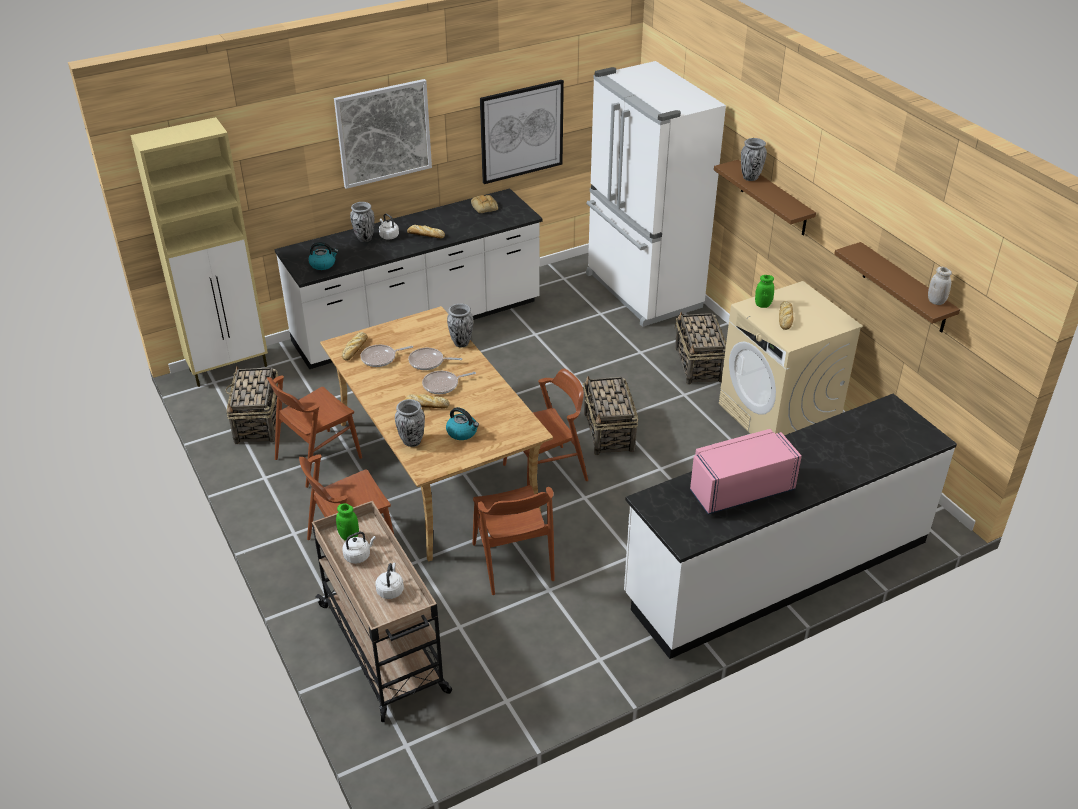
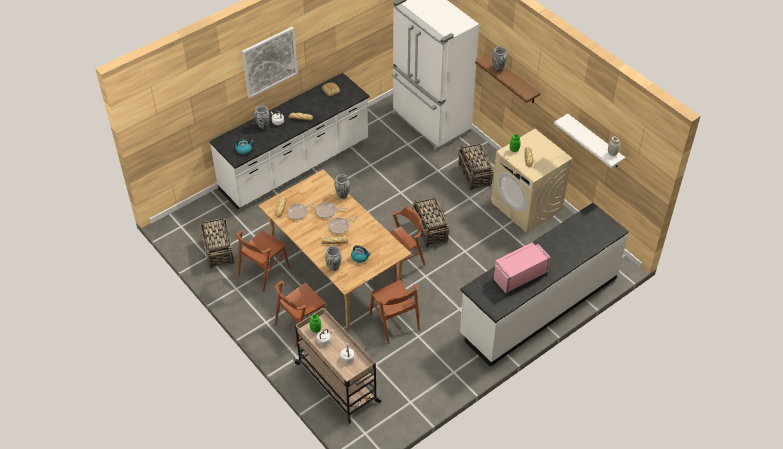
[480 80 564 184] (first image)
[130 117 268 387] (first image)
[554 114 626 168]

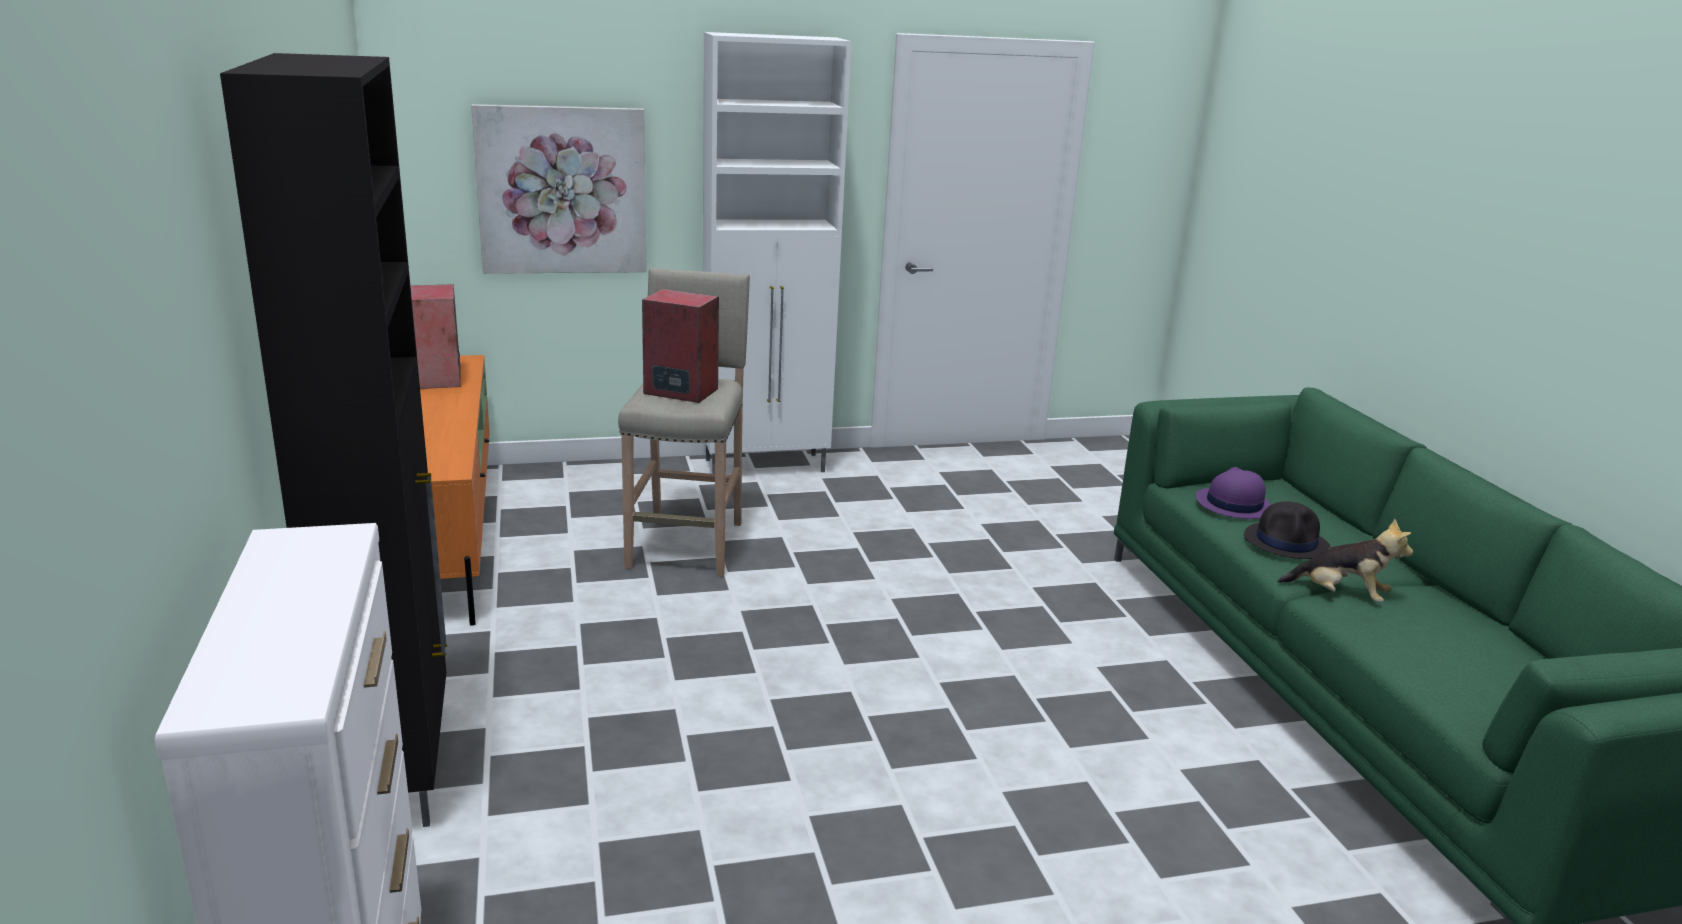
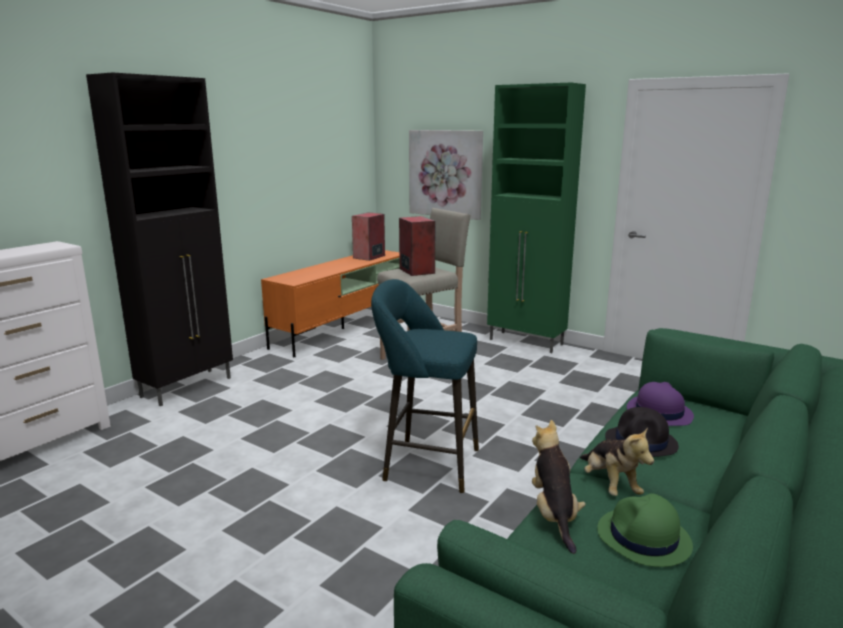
[487 82 586 353]
[371 279 479 493]
[532 420 586 554]
[597 493 693 567]

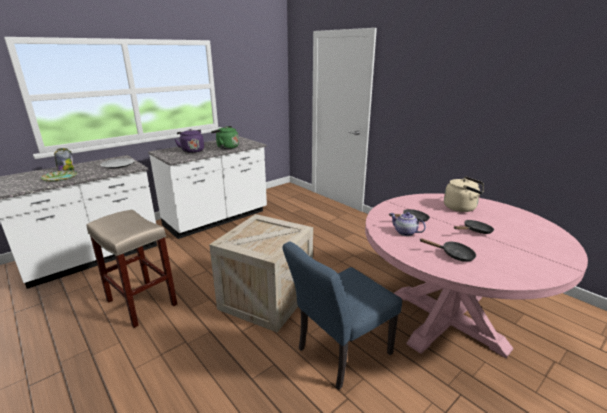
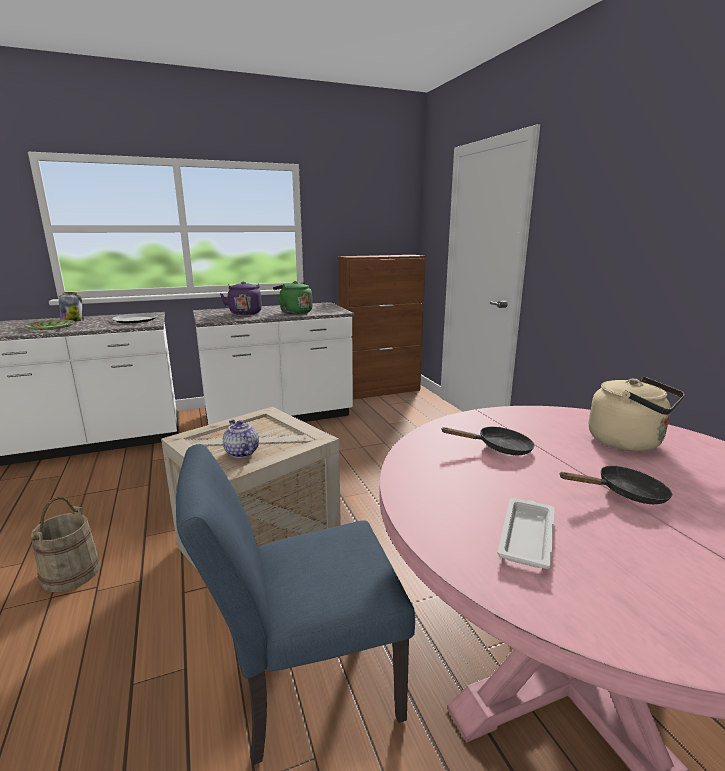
[87 210 177 328] (first image)
[223 419 259 458]
[497 498 555 569]
[338 255 426 399]
[31 496 100 592]

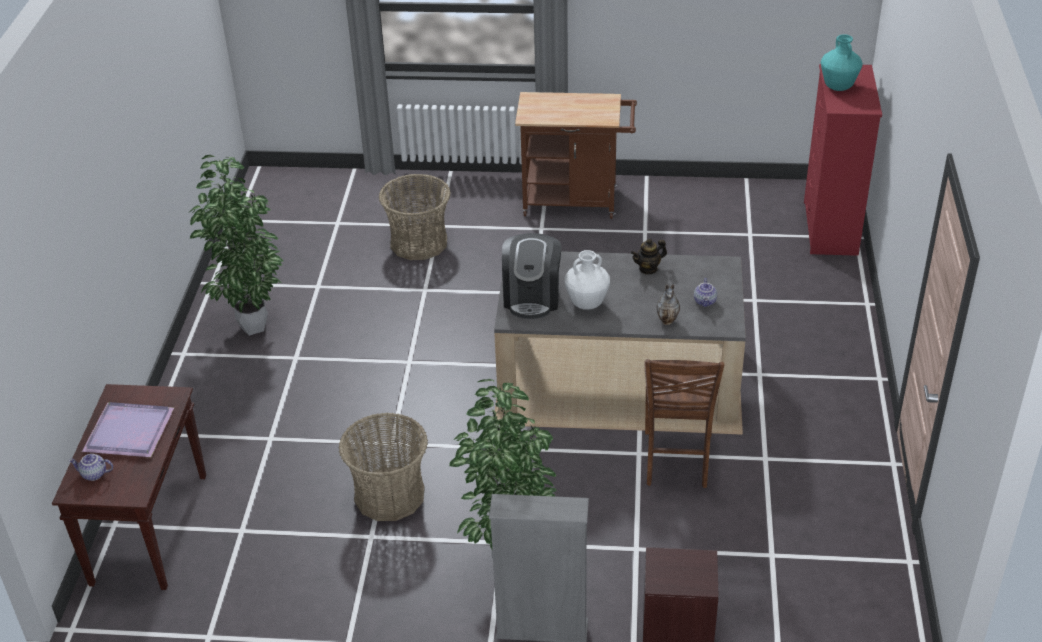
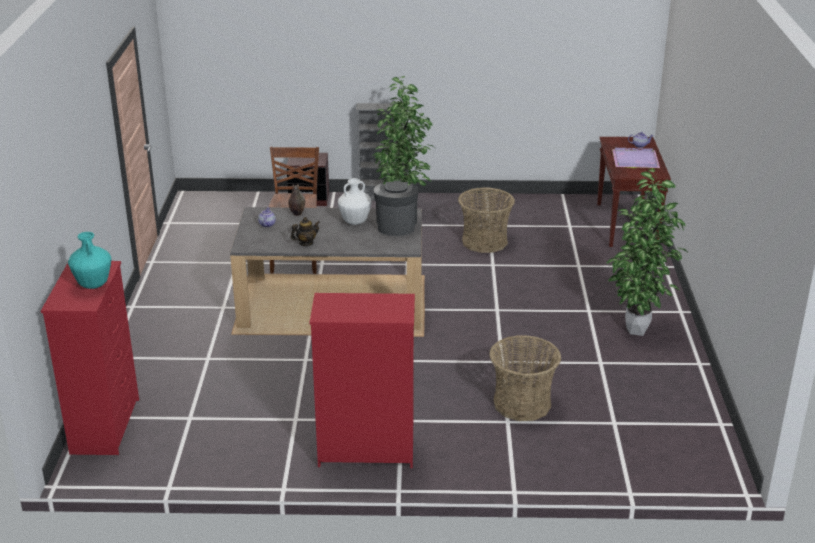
[310 293 415 468]

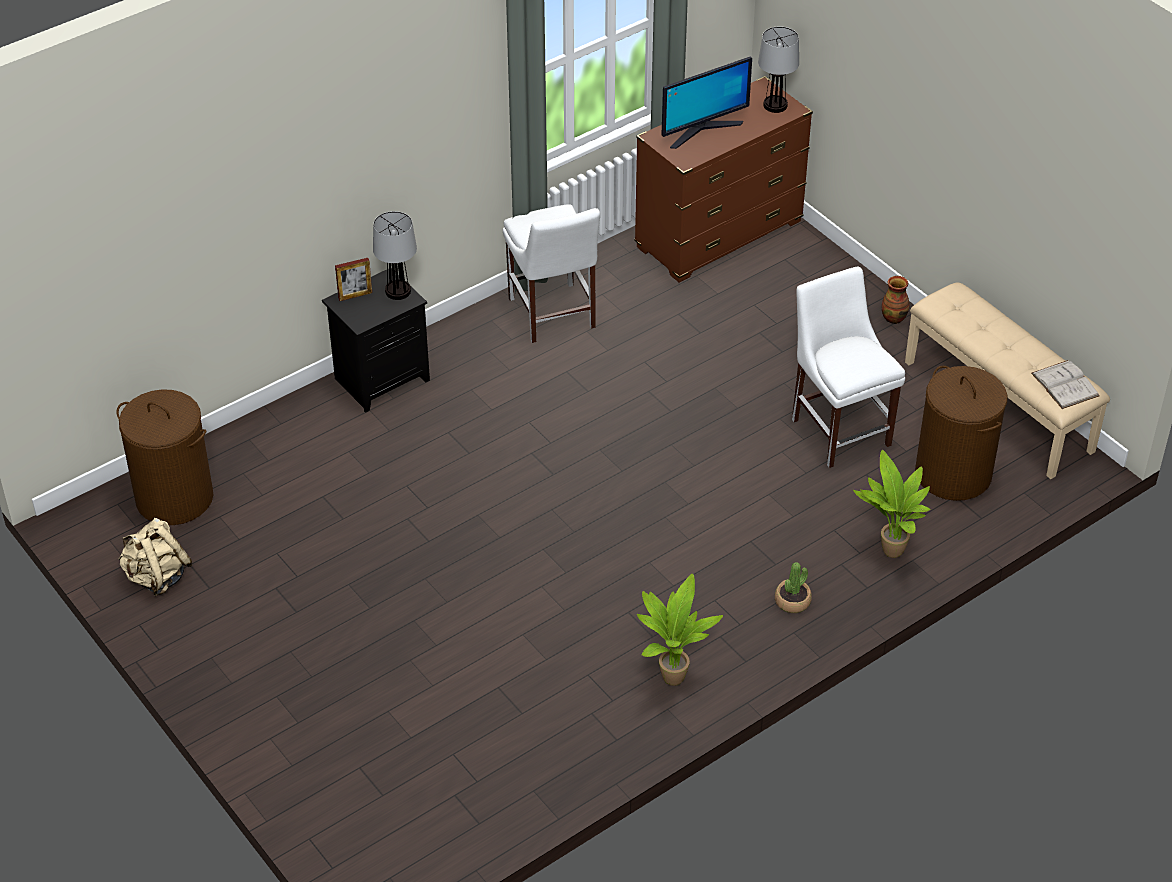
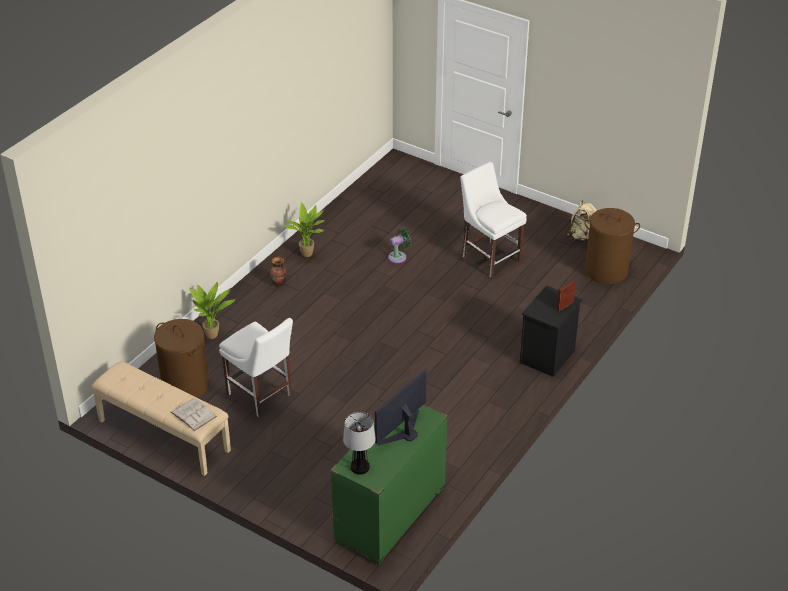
[330 405 448 565]
[460 162 527 278]
[373 211 417 300] (first image)
[270 257 287 287]
[171 398 217 431]
[775 562 812 613] (first image)
[388 227 412 263]

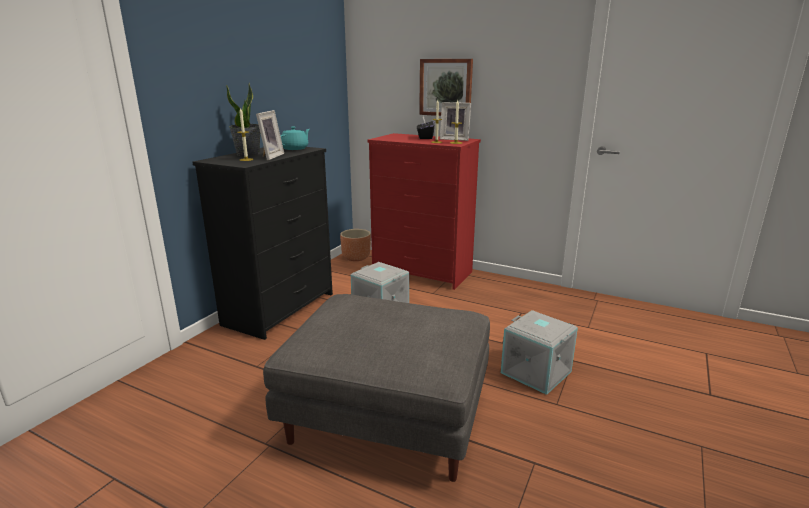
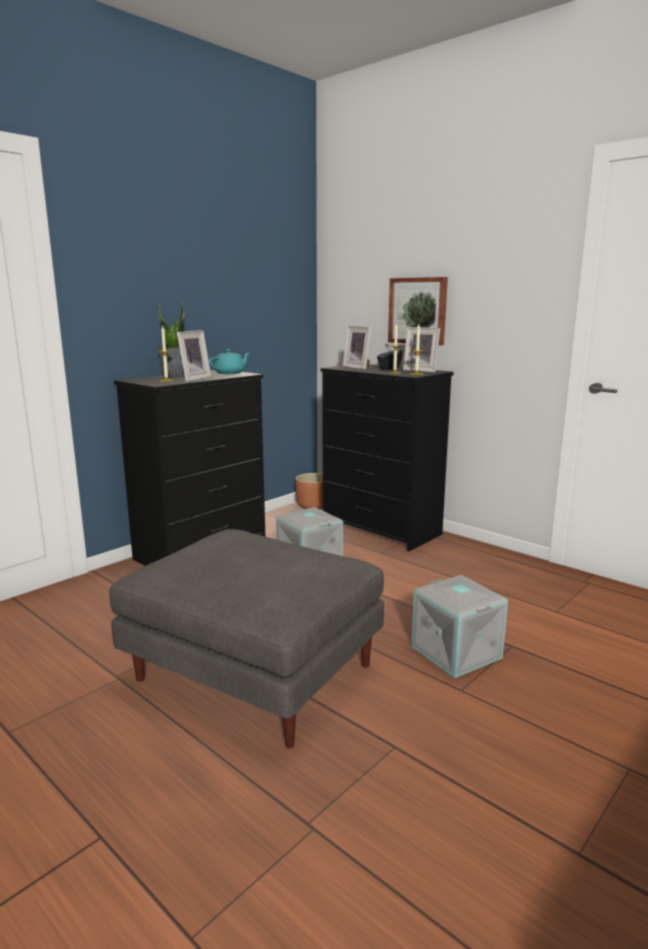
[321 364 454 551]
[343 326 371 370]

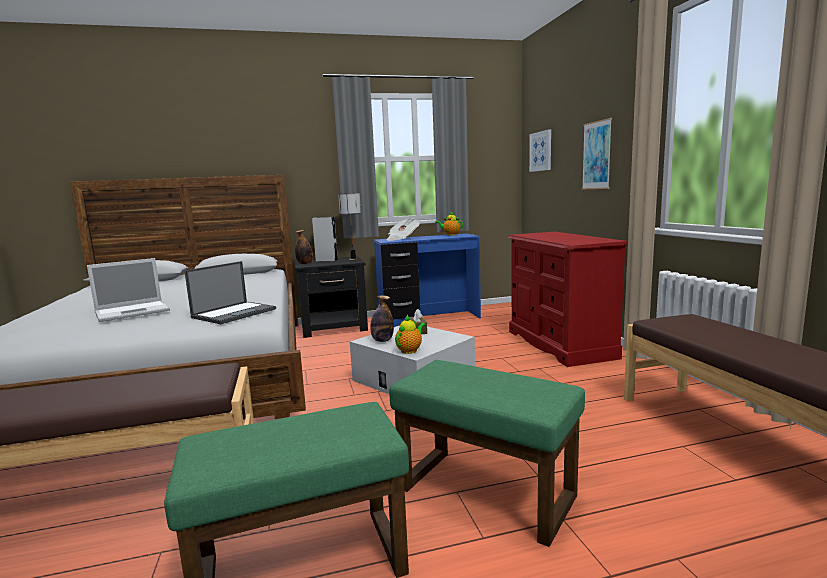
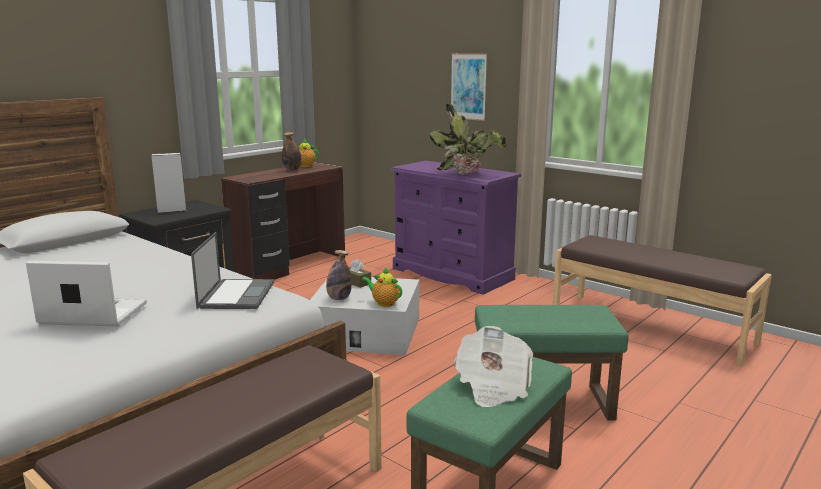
[529 129 551 172] (first image)
[338 193 361 260] (first image)
[454 326 533 407]
[282 132 301 171]
[390 161 521 295]
[221 162 345 280]
[26 261 147 326]
[362 268 402 307]
[430 103 507 175]

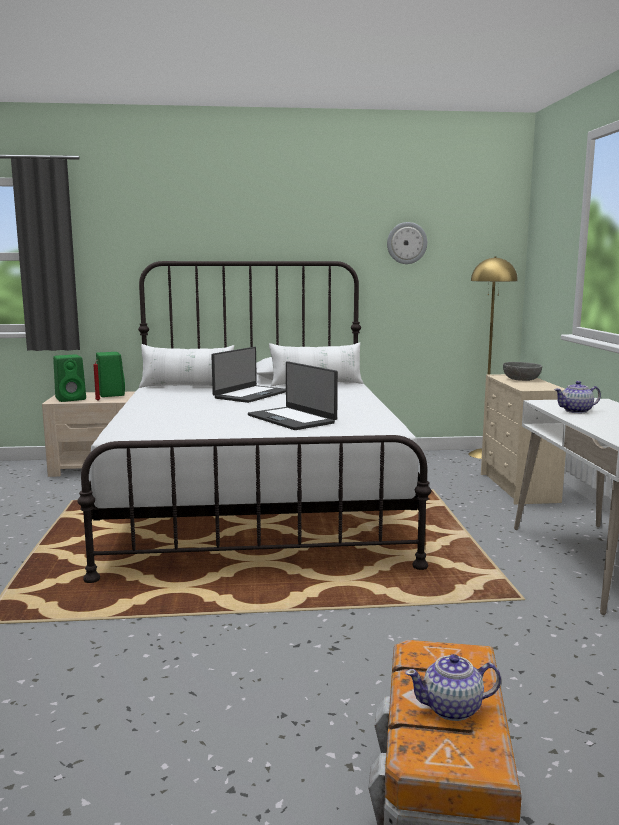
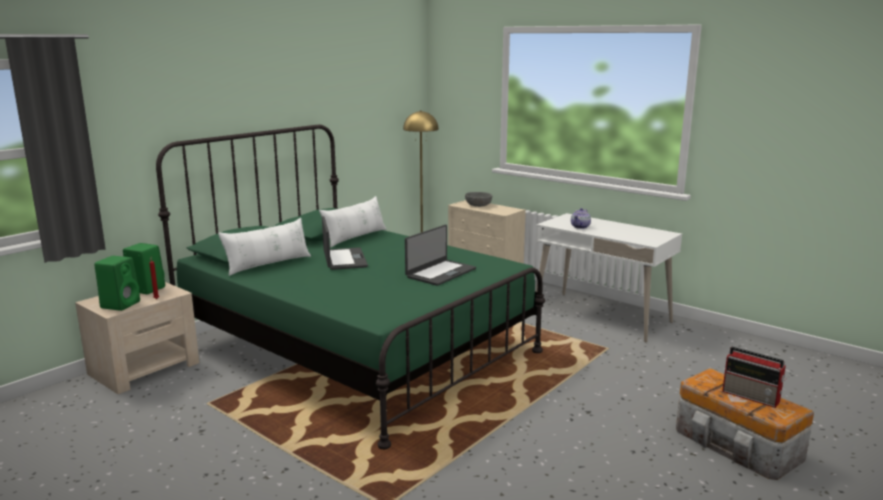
[387 222 427 264] (first image)
[156 125 545 449]
[405 225 476 286]
[722 347 786 408]

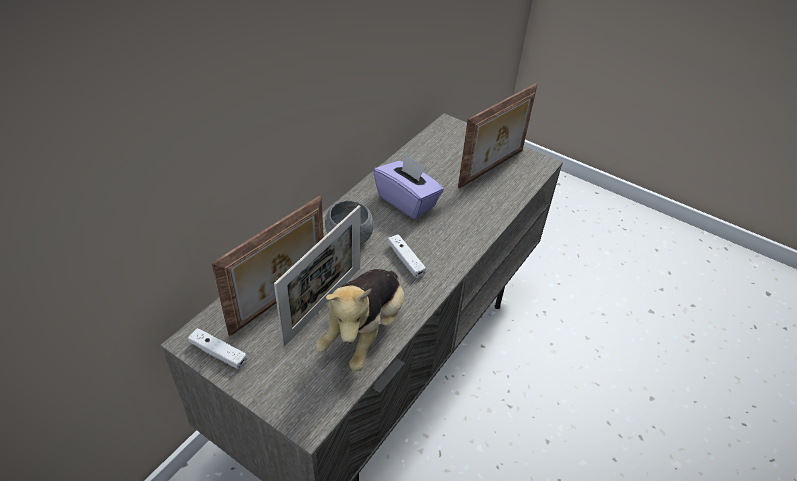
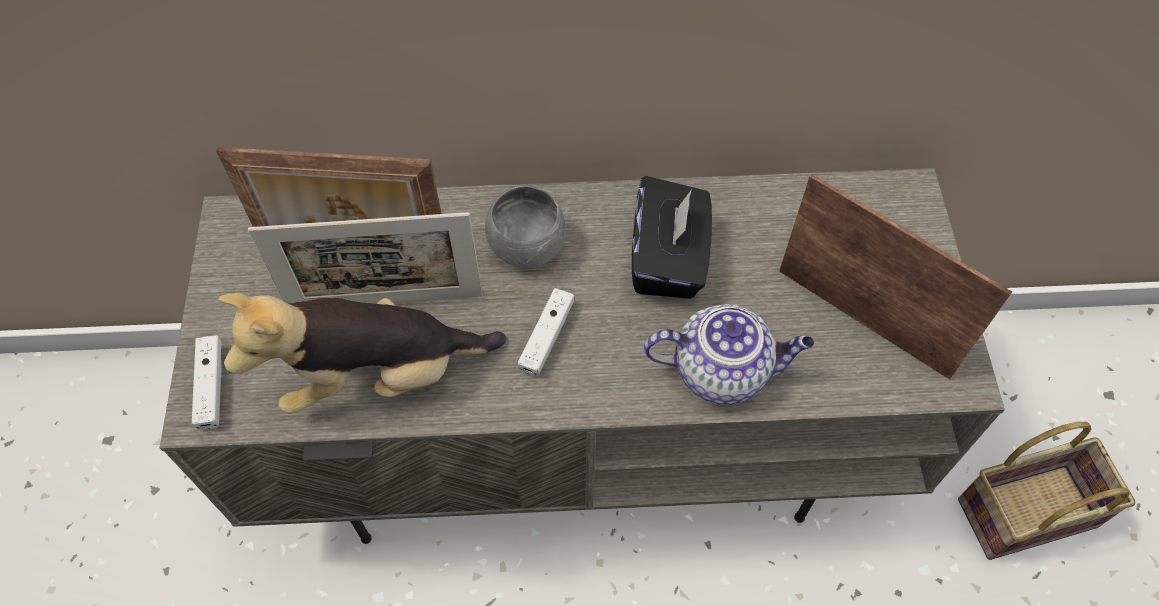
[779 174 1012 379]
[632 176 712 299]
[192 336 222 430]
[644 304 814 405]
[958 422 1135 560]

